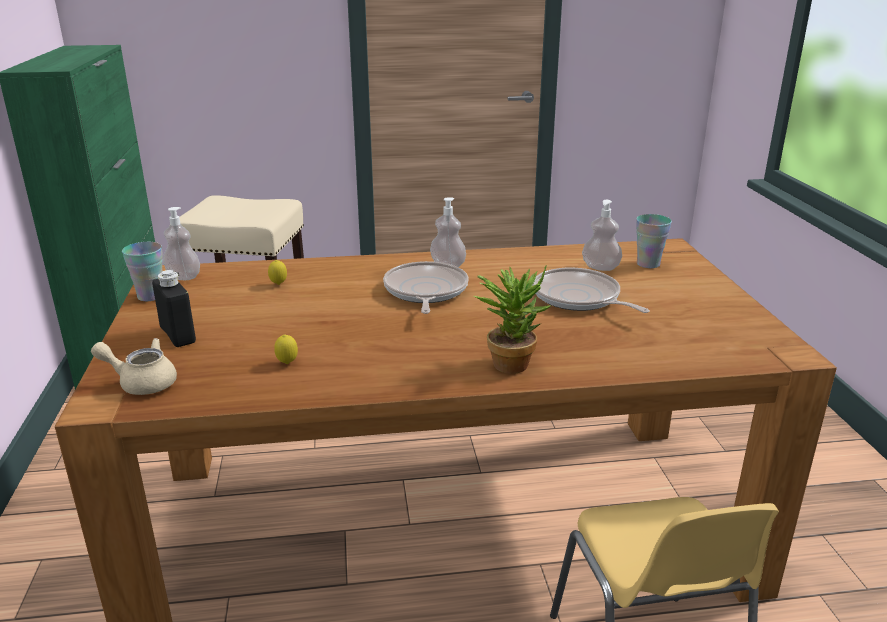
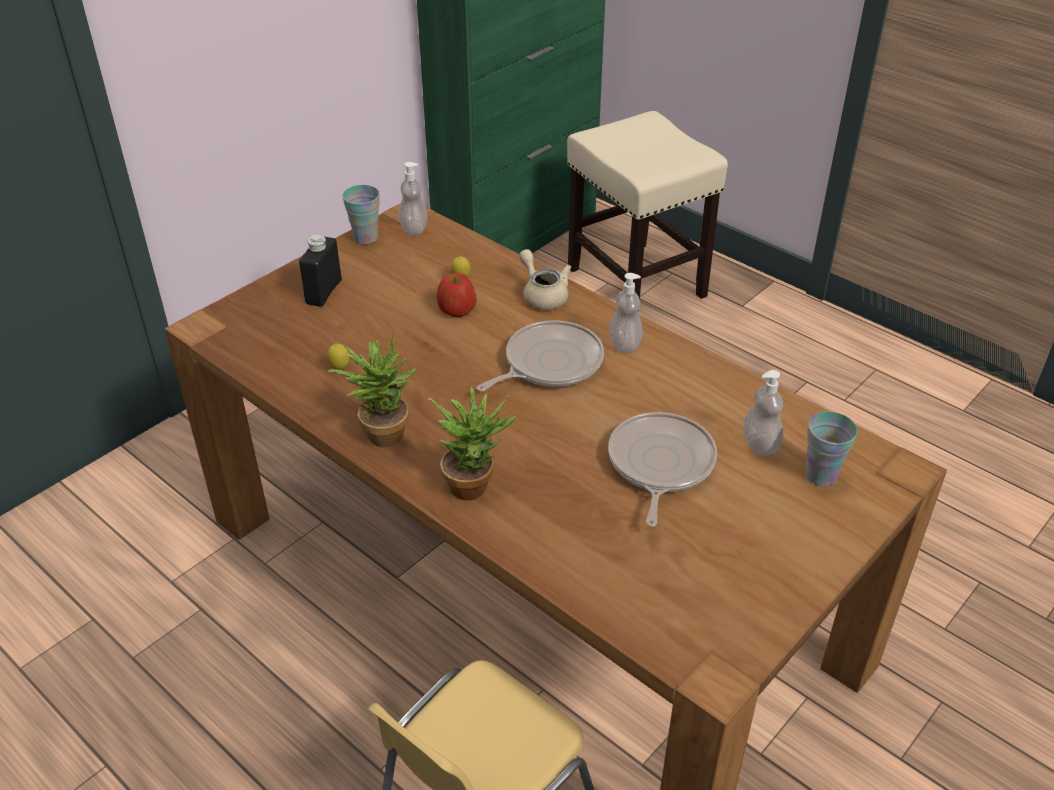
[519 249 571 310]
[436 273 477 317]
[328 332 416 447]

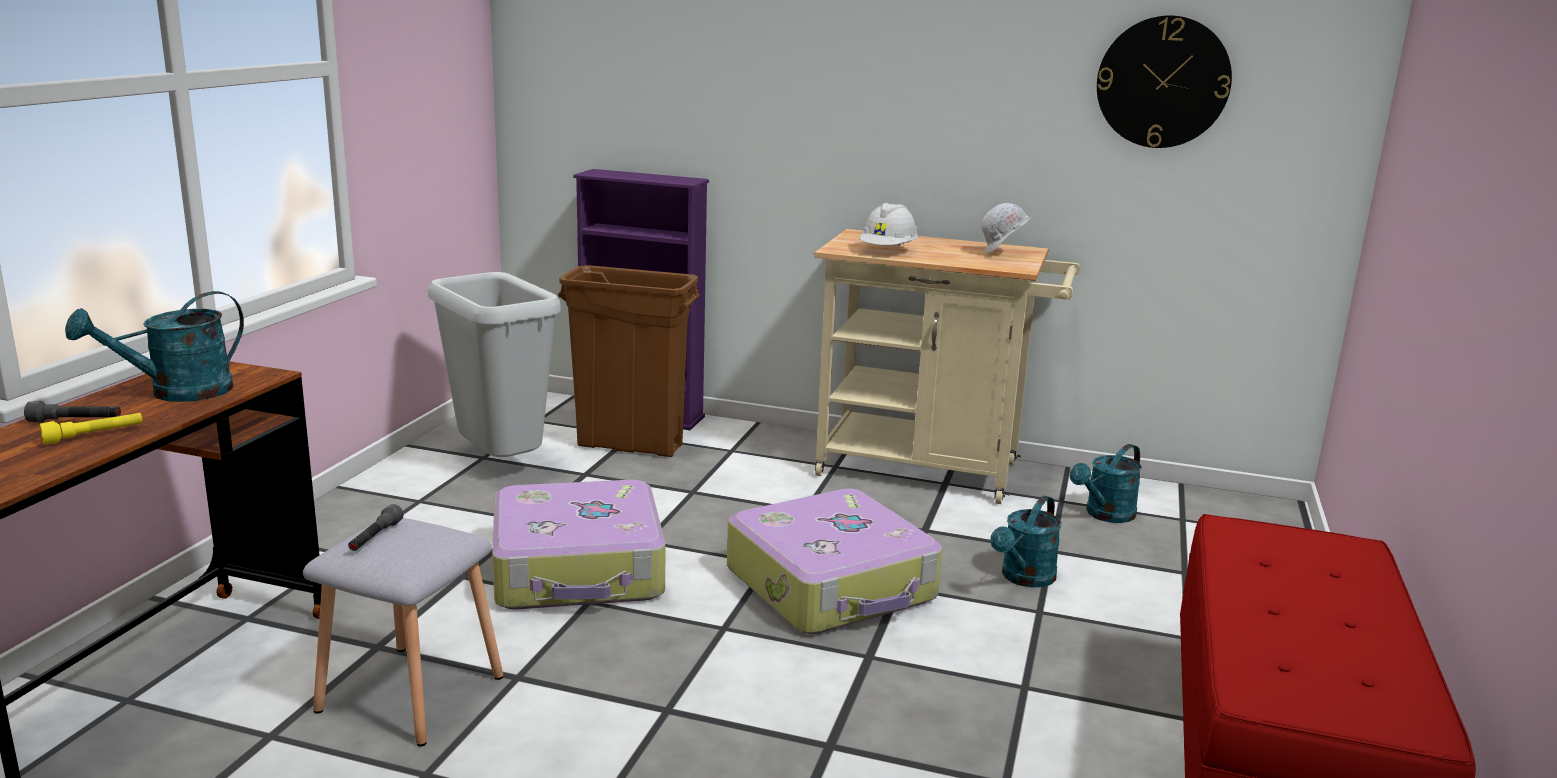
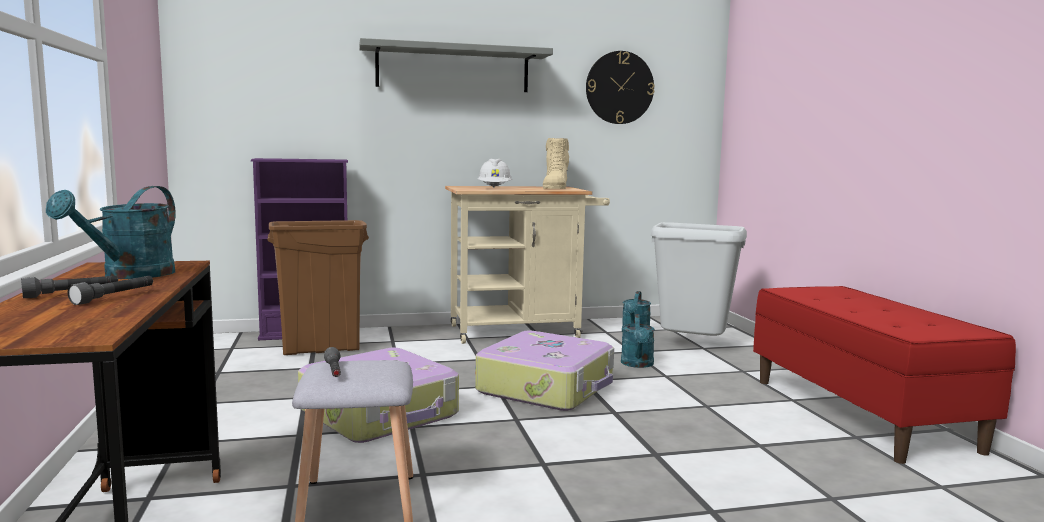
[543 138 569 189]
[651 222 747 336]
[68 276 153 305]
[359 38 553 92]

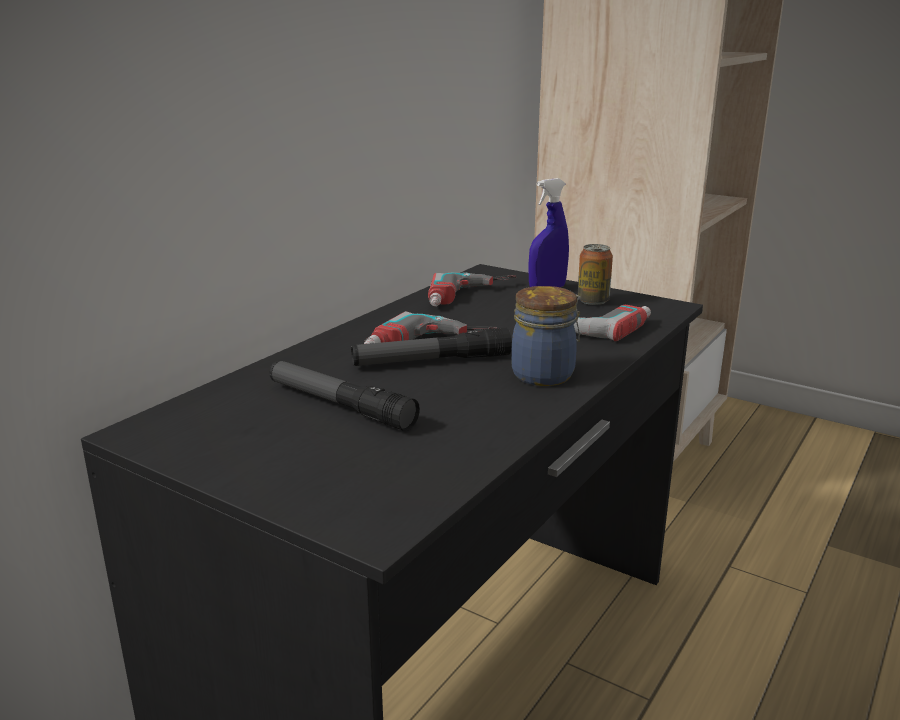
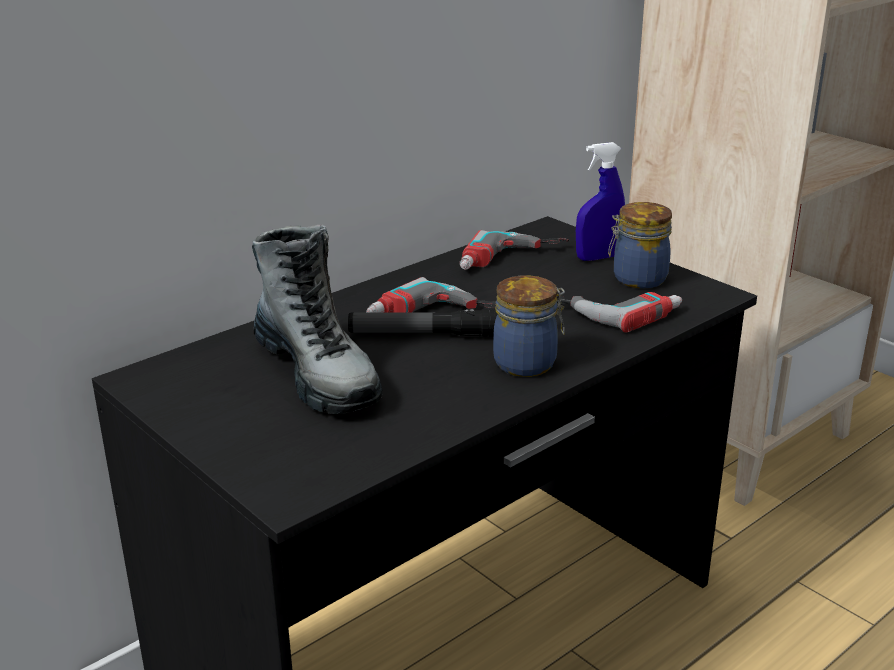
[608 202 672 288]
[252 225 383 414]

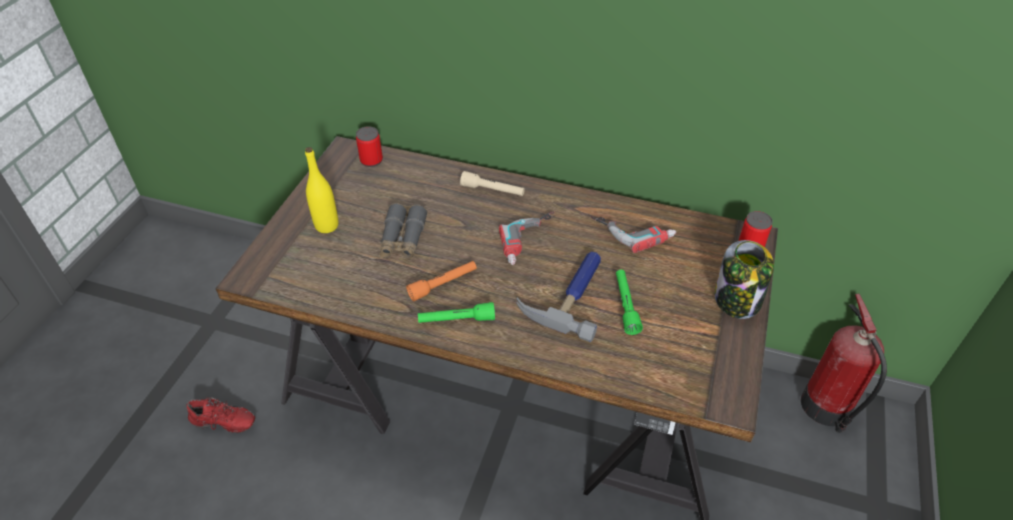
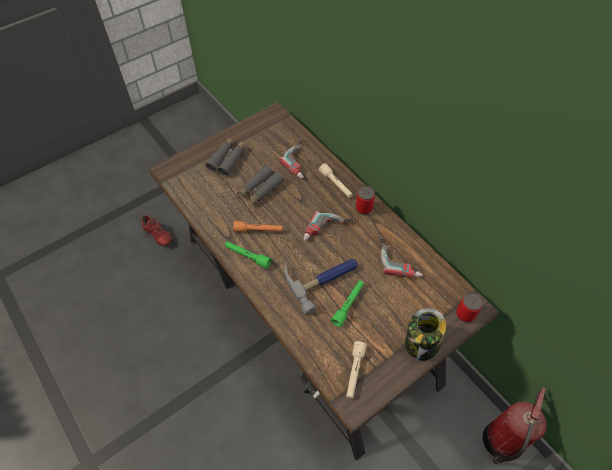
[356 186 375 214]
[205 137 246 176]
[279 137 304 179]
[346 341 367 399]

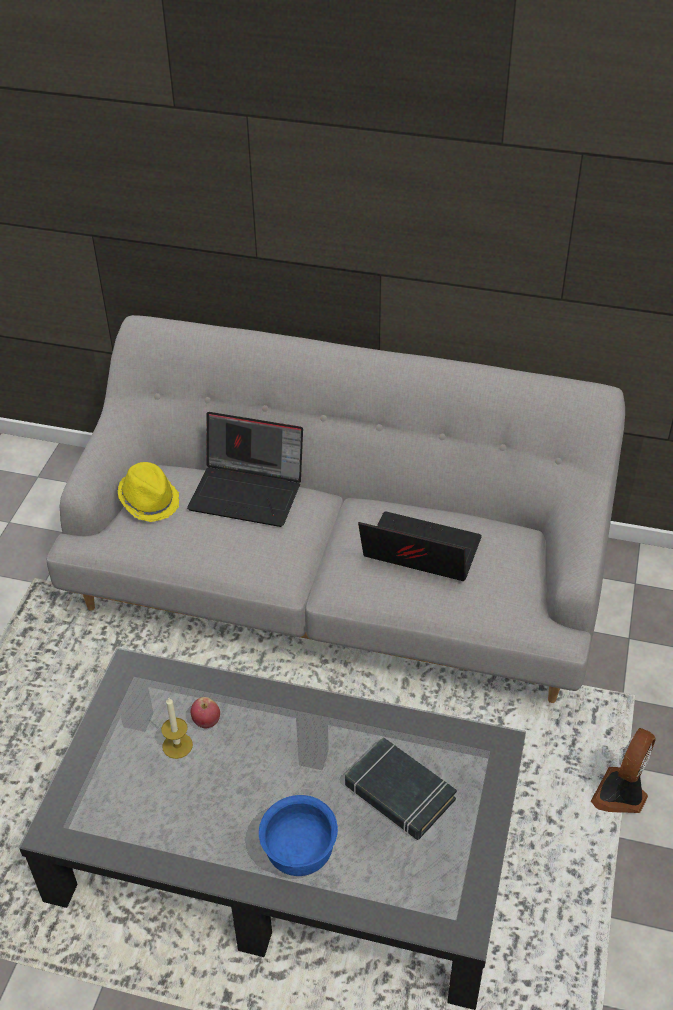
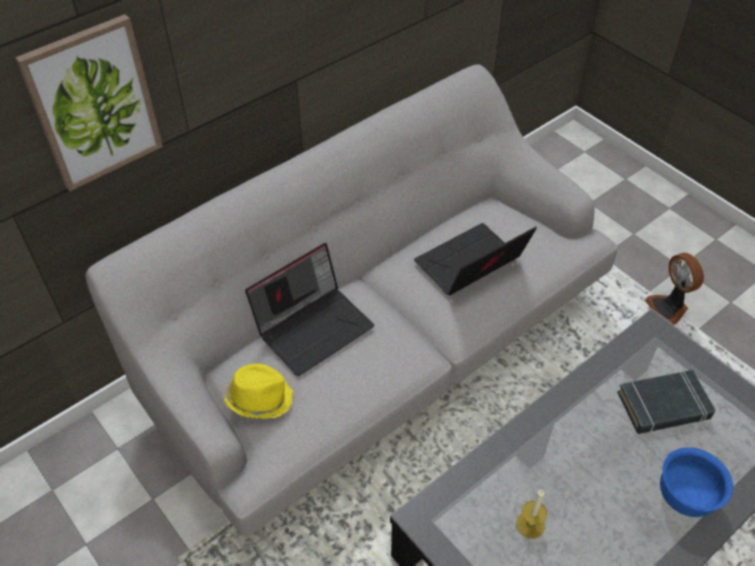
[191 697 220 728] (first image)
[15 14 163 191]

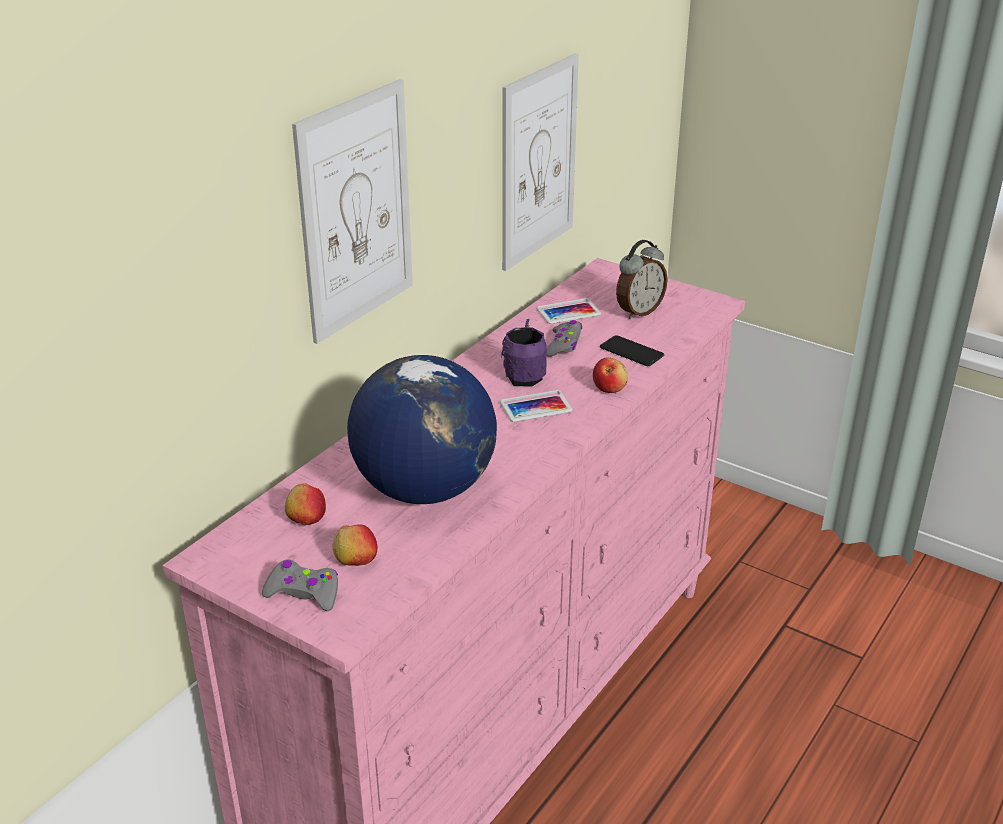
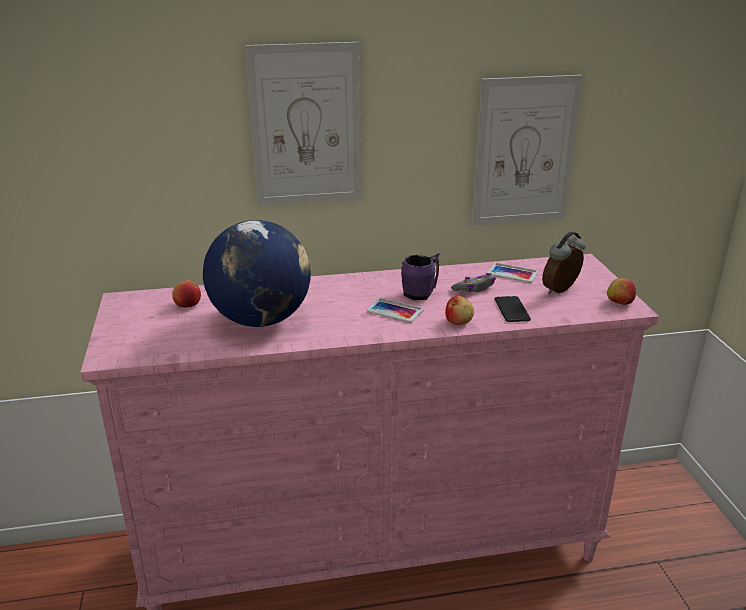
[542 231 585 295]
[607 278 636 305]
[262 560 338 611] (first image)

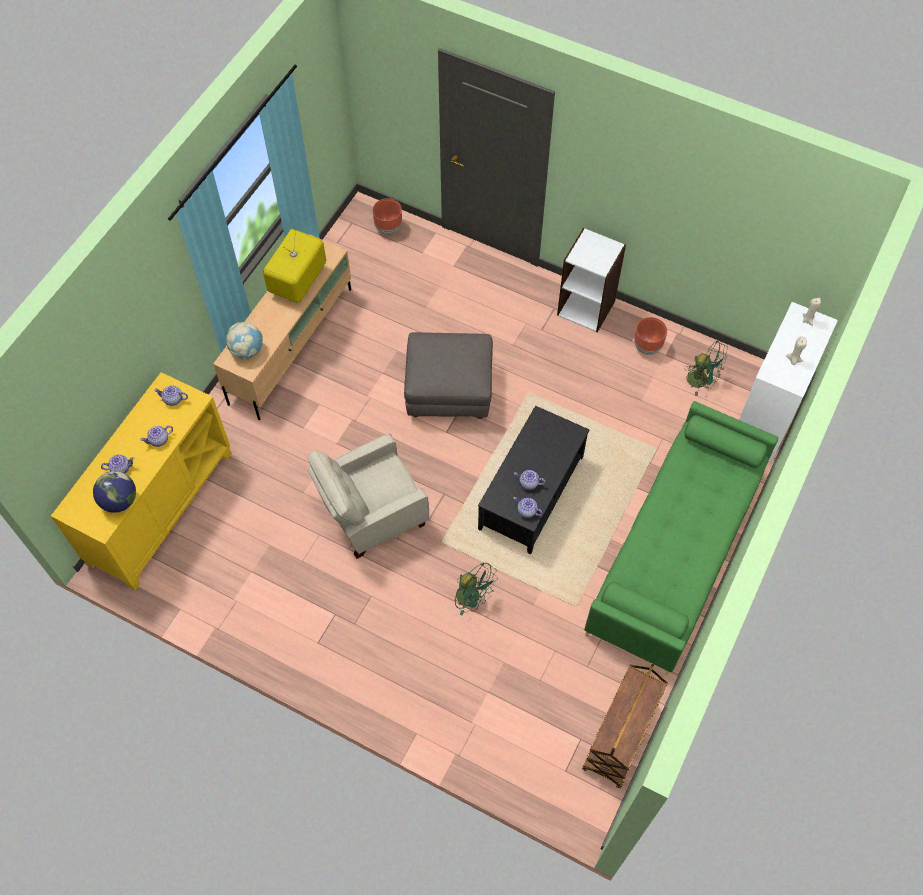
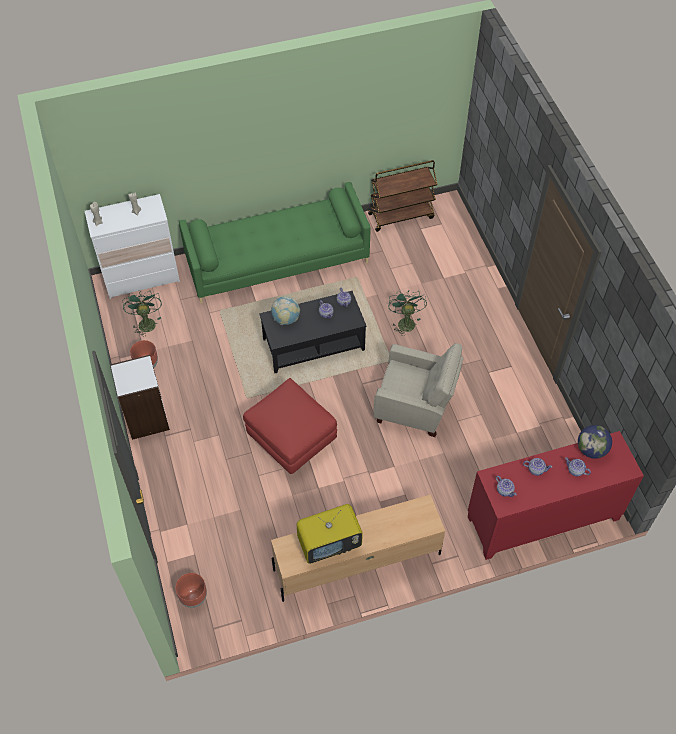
[271 296 300 325]
[243 378 337 474]
[468 431 644 560]

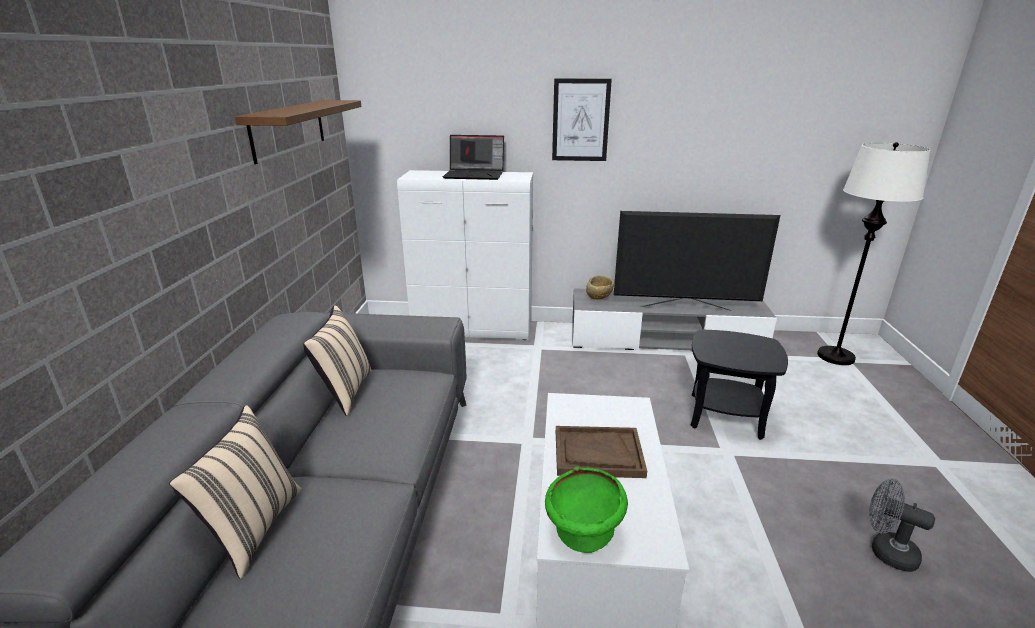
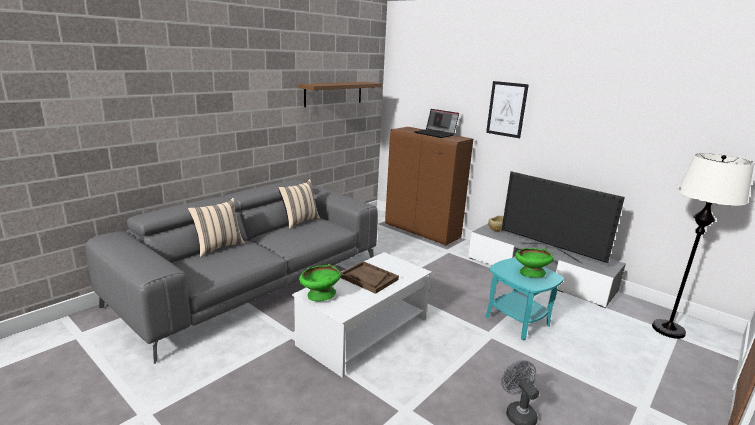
[385 127 473 246]
[486 258 564 340]
[515 247 554 278]

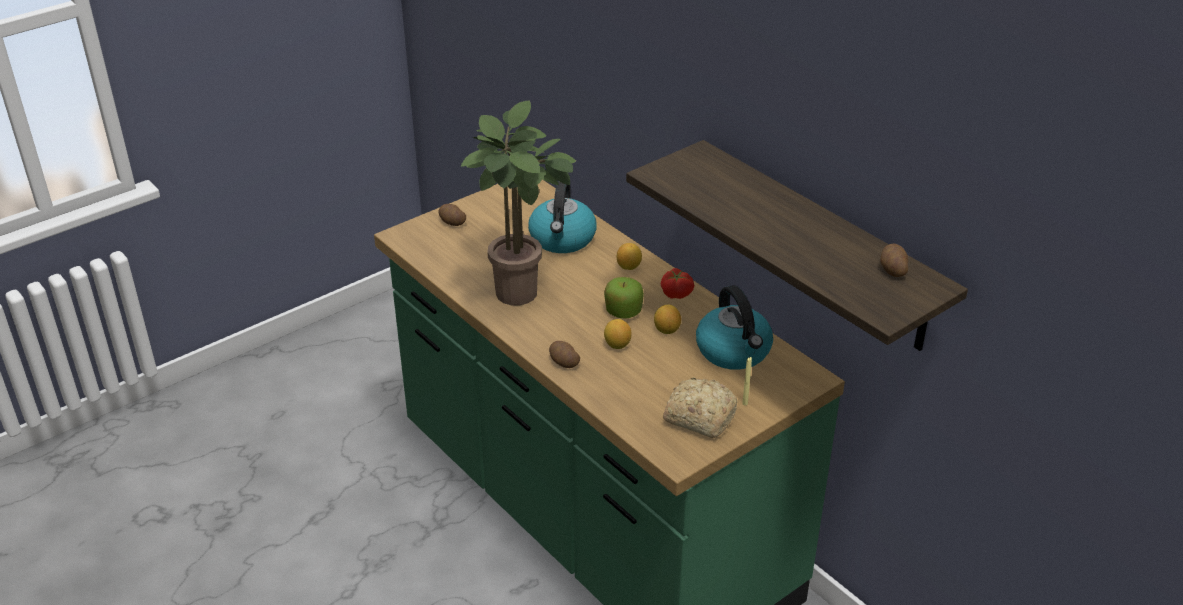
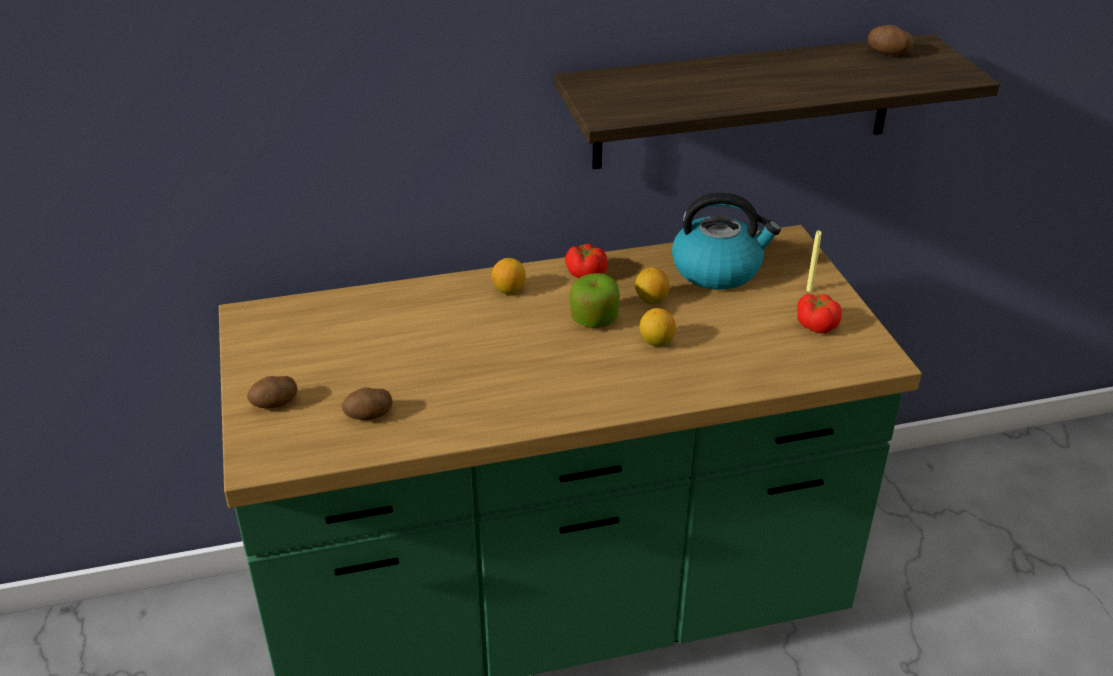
[461 101 576 305] (first image)
[528 181 597 253] (first image)
[342 388 393 420]
[797 293 842 333]

